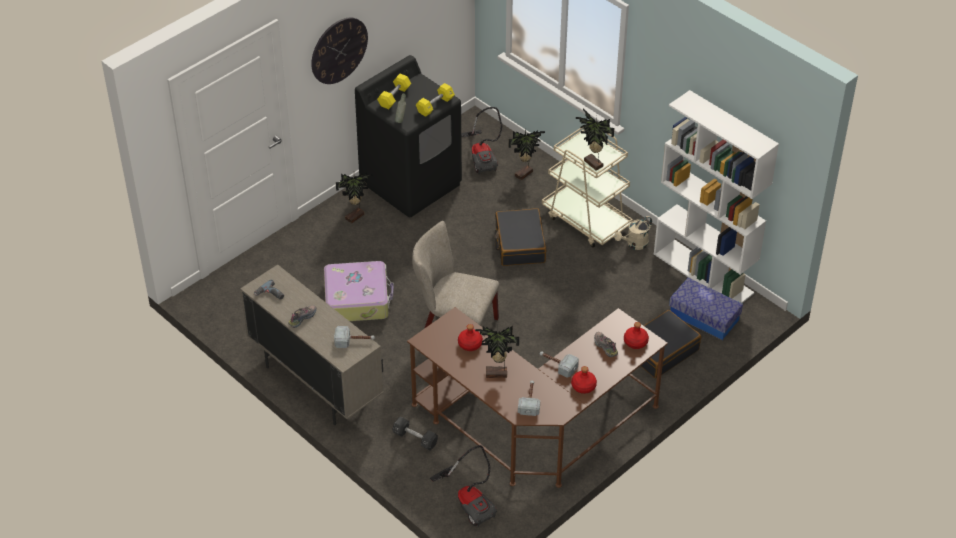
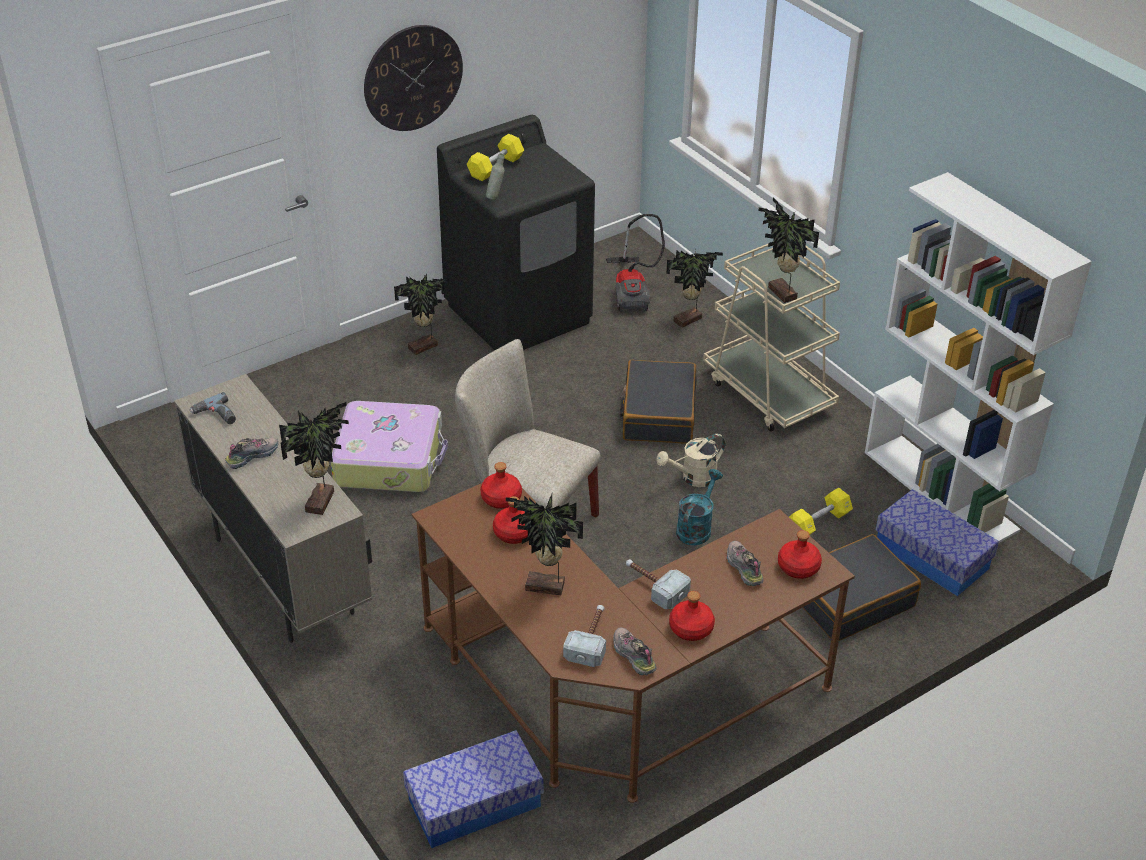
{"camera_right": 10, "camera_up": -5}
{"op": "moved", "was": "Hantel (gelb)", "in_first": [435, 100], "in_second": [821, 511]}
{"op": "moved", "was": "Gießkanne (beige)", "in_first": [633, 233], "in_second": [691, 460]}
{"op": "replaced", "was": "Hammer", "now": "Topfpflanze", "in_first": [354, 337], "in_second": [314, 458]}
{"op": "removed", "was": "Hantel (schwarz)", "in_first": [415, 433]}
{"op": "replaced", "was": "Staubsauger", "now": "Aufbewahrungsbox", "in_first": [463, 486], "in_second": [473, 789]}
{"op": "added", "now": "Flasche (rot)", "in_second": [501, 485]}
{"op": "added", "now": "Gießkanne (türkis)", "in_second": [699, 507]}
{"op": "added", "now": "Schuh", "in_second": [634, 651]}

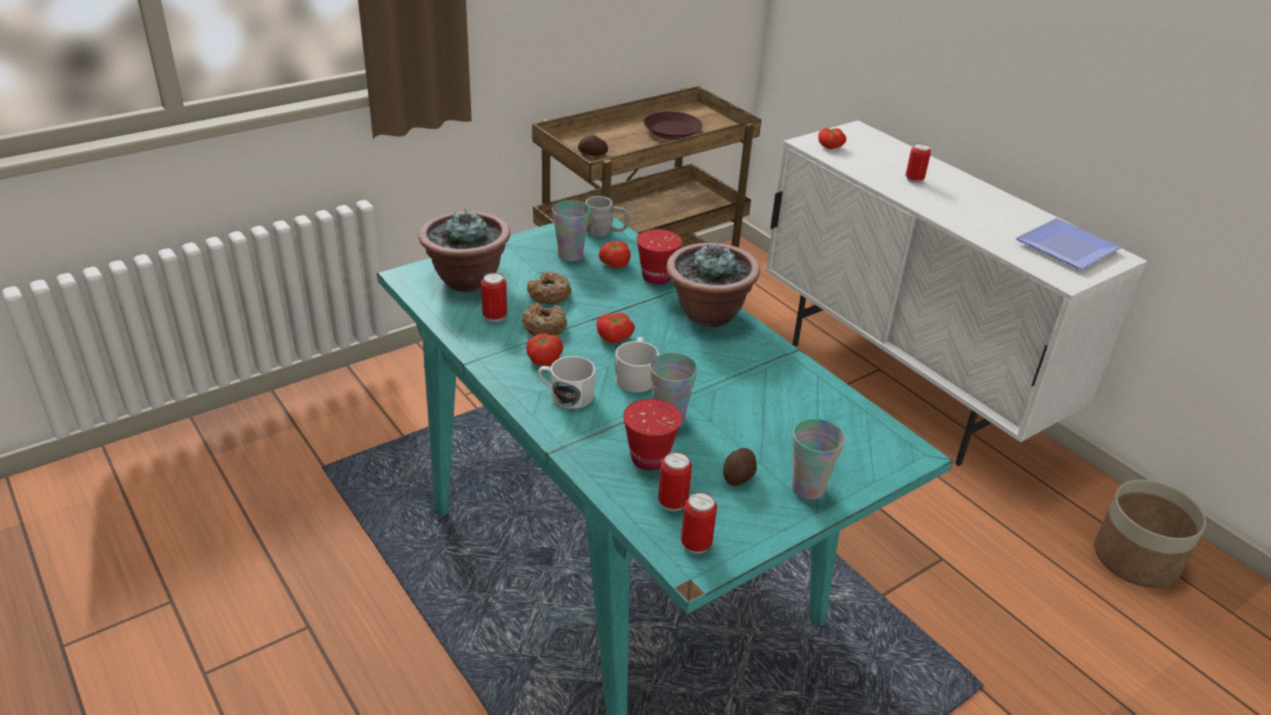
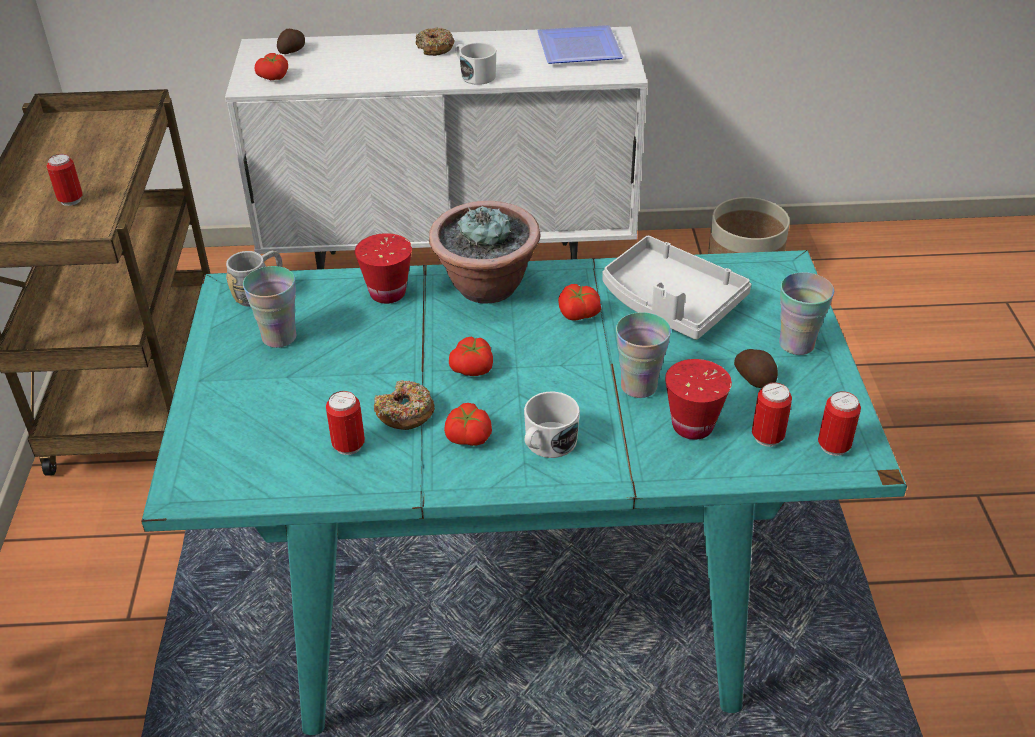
{"camera_right": -55, "camera_up": 5}
{"op": "removed", "was": "Teller (braun)", "in_first": [673, 125]}
{"op": "moved", "was": "Kartoffel", "in_first": [593, 145], "in_second": [291, 41]}
{"op": "moved", "was": "Dose", "in_first": [918, 163], "in_second": [65, 180]}
{"op": "removed", "was": "Topfpflanze", "in_first": [464, 251]}
{"op": "moved", "was": "Tomate", "in_first": [615, 254], "in_second": [579, 302]}
{"op": "moved", "was": "Donut", "in_first": [549, 288], "in_second": [435, 41]}
{"op": "moved", "was": "Henkelbecher (weiß)", "in_first": [637, 365], "in_second": [476, 64]}
{"op": "added", "now": "Tablett (grau)", "in_second": [676, 288]}

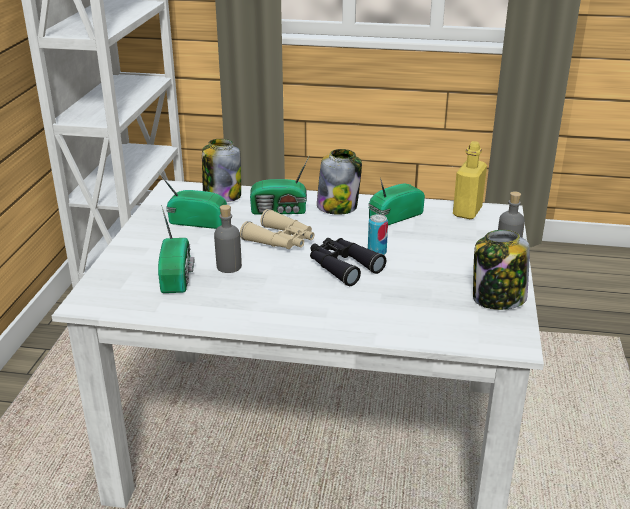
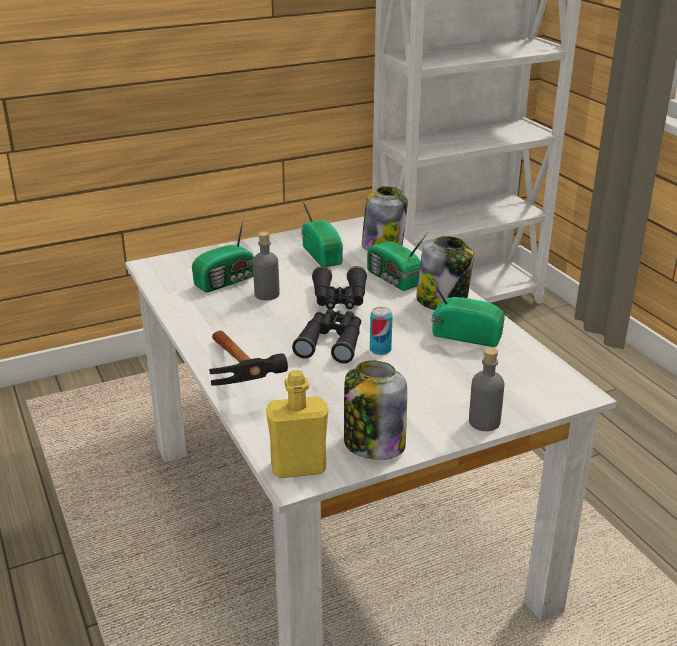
{"camera_right": 55, "camera_up": 0}
{"op": "moved", "was": "Flasche (gelb)", "in_first": [470, 180], "in_second": [297, 424]}
{"op": "recoloured", "was": "Fernglas (beige)", "now": "Fernglas (schwarz)", "in_first": [277, 229], "in_second": [339, 287]}
{"op": "added", "now": "Hammer", "in_second": [248, 358]}

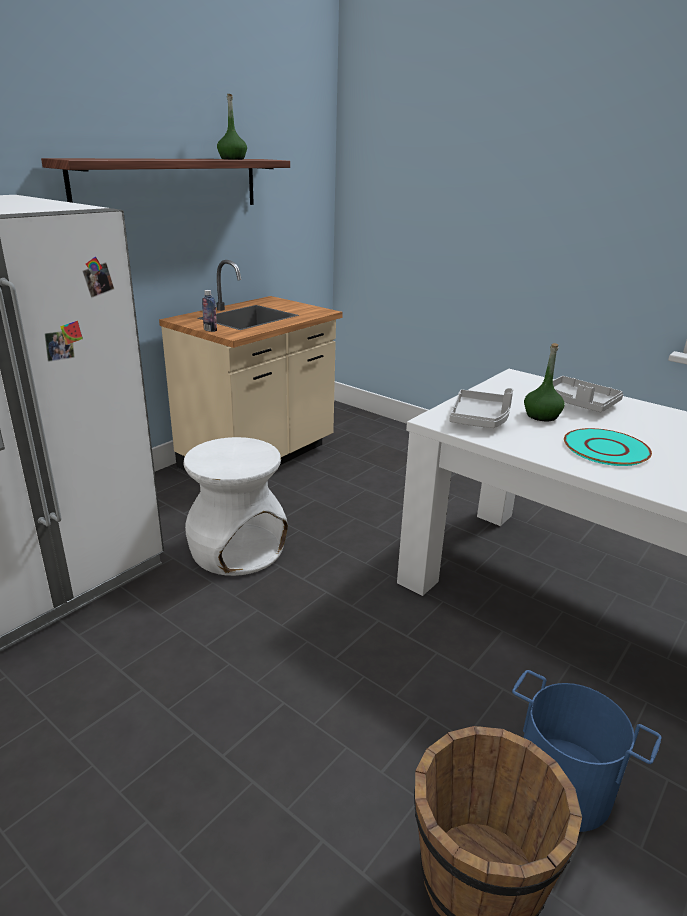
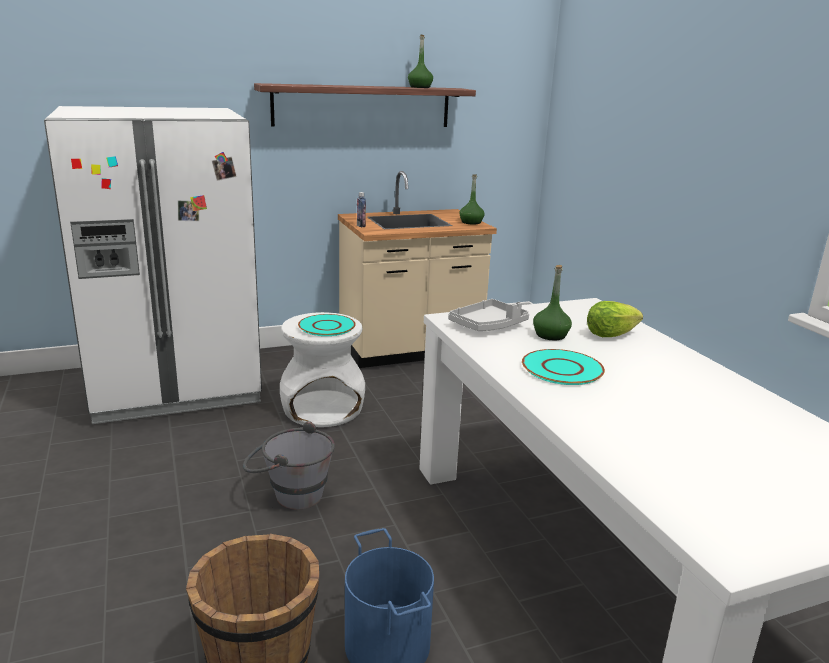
{"camera_right": 30, "camera_up": -5}
{"op": "replaced", "was": "Tablett (grau)", "now": "Salatkopf", "in_first": [588, 394], "in_second": [615, 319]}
{"op": "added", "now": "Flasche (grün)", "in_second": [472, 199]}
{"op": "added", "now": "Teller (türkis)", "in_second": [327, 325]}
{"op": "added", "now": "Eimer (grau)", "in_second": [289, 465]}

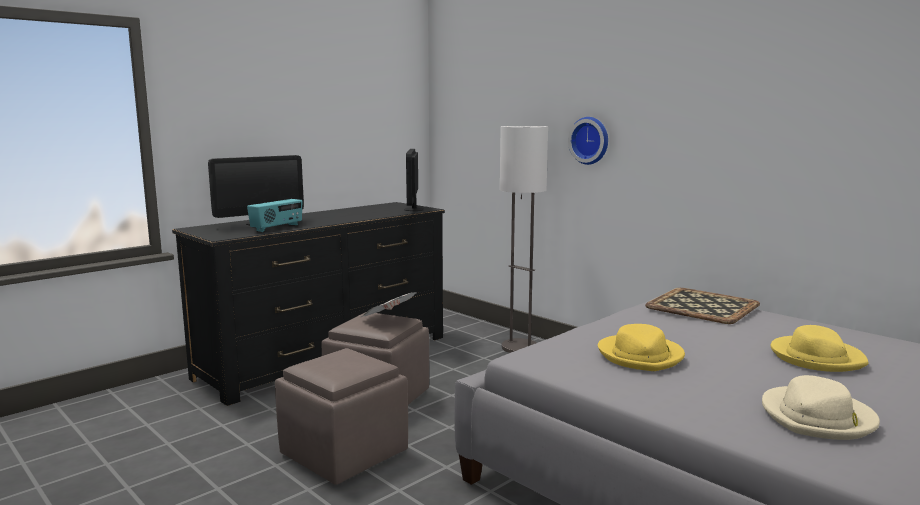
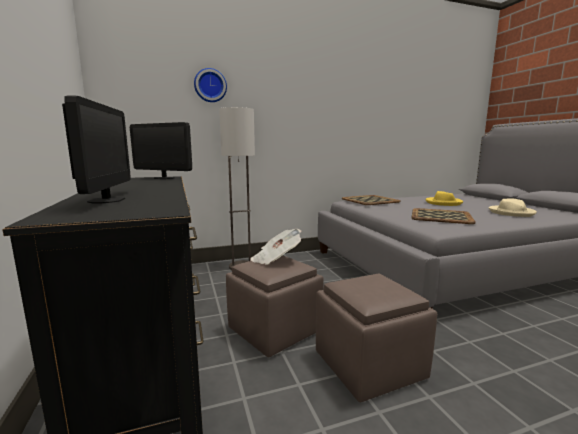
{"camera_right": -65, "camera_up": 0}
{"op": "moved", "was": "Wanduhr", "in_first": [588, 141], "in_second": [210, 85]}
{"op": "removed", "was": "Radio", "in_first": [274, 215]}
{"op": "replaced", "was": "Hut (gelb)", "now": "Tablett", "in_first": [641, 347], "in_second": [443, 216]}

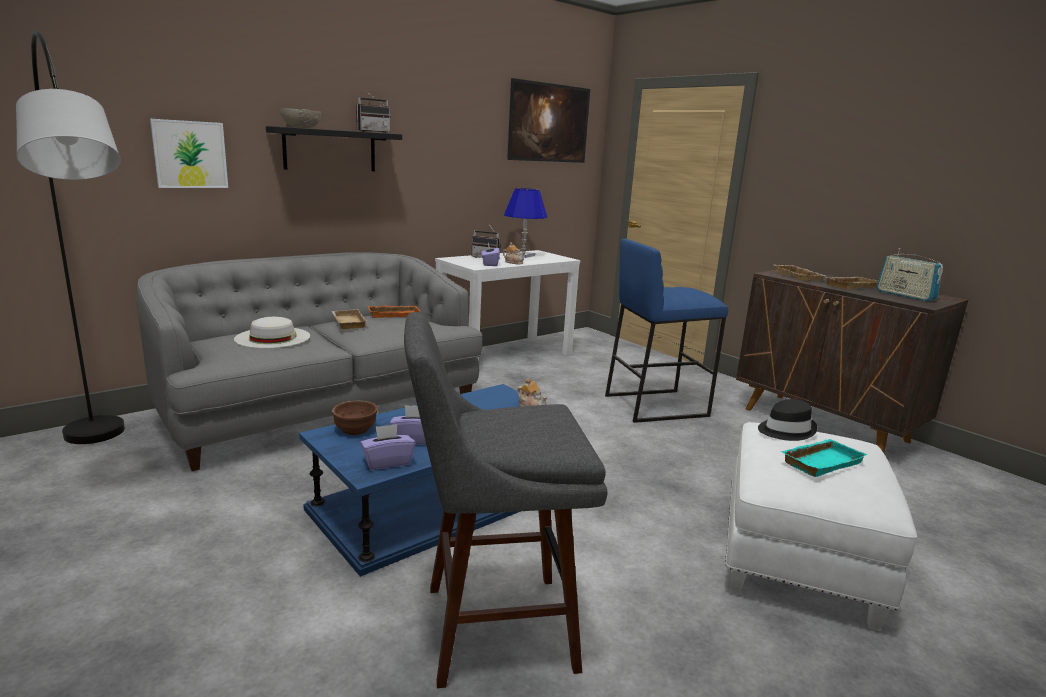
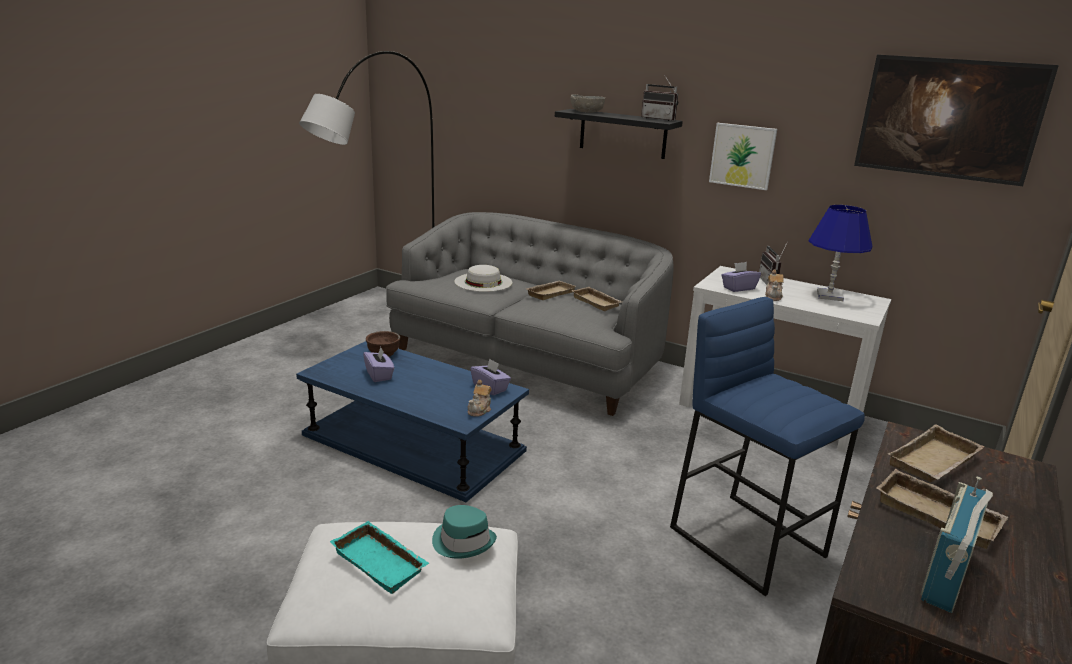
{"camera_right": 70, "camera_up": 5}
{"op": "moved", "was": "Bild", "in_first": [189, 153], "in_second": [743, 156]}
{"op": "recoloured", "was": "Tablett (orange)", "now": "Tablett (beige)", "in_first": [394, 312], "in_second": [596, 299]}
{"op": "removed", "was": "Hocker (grau)", "in_first": [506, 500]}
{"op": "recoloured", "was": "Hut (schwarz)", "now": "Hut (türkis)", "in_first": [788, 420], "in_second": [464, 532]}
{"op": "moved", "was": "Taschentuchbox (lila)", "in_first": [387, 447], "in_second": [491, 376]}

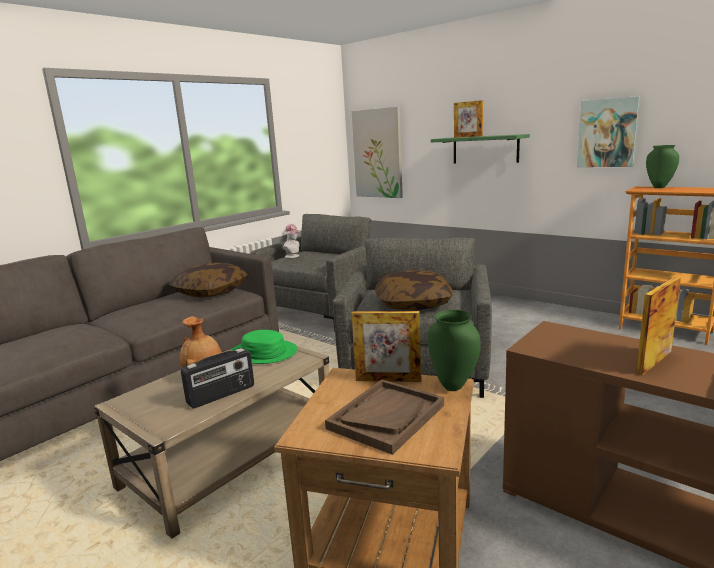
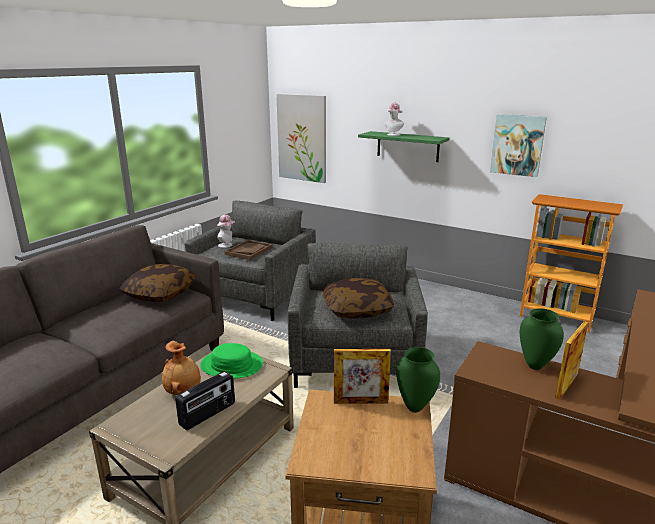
{"camera_right": -10, "camera_up": 5}
{"op": "replaced", "was": "Bilderrahmen", "now": "Hut", "in_first": [468, 119], "in_second": [394, 119]}
{"op": "moved", "was": "Vase (grün)", "in_first": [662, 166], "in_second": [542, 339]}
{"op": "moved", "was": "Tablett (braun)", "in_first": [384, 417], "in_second": [248, 250]}

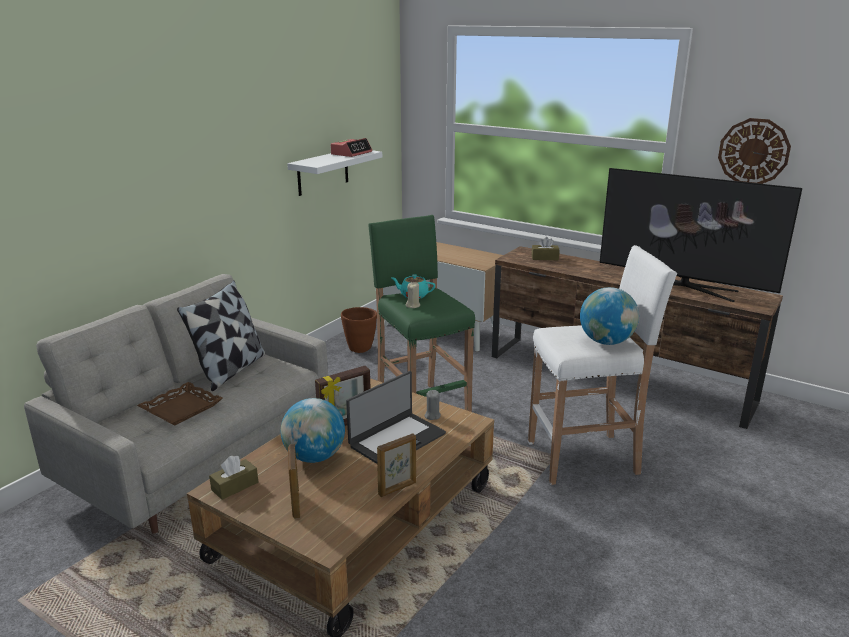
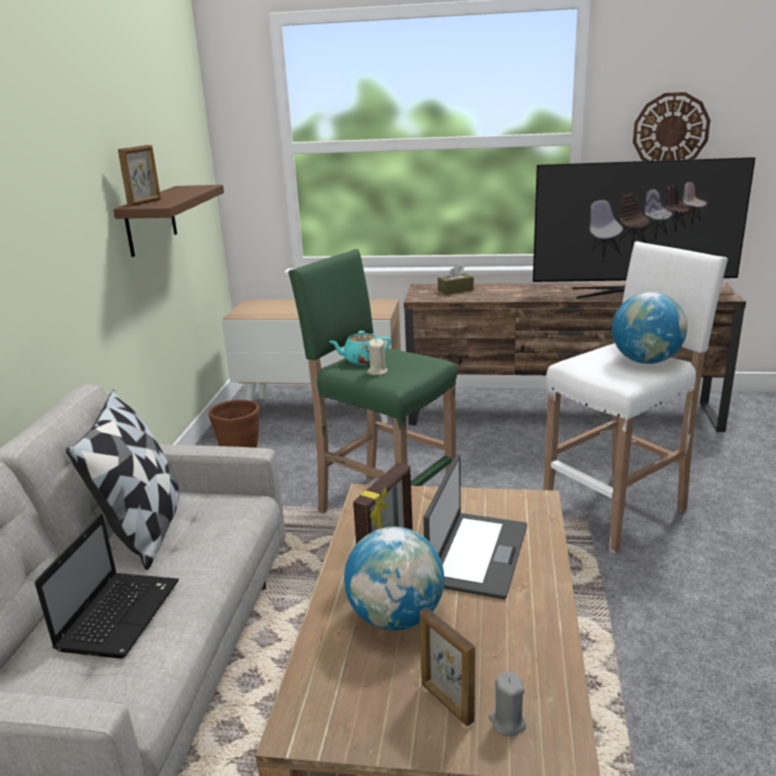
{"camera_right": -25, "camera_up": 0}
{"op": "removed", "was": "Wecker", "in_first": [351, 147]}
{"op": "recoloured", "was": "Wandregal (weiß)", "now": "Wandregal (braun)", "in_first": [334, 173], "in_second": [168, 221]}
{"op": "replaced", "was": "Tablett (braun)", "now": "Laptop", "in_first": [180, 403], "in_second": [107, 586]}
{"op": "moved", "was": "Kerze (grau)", "in_first": [433, 405], "in_second": [507, 704]}
{"op": "moved", "was": "Bilderrahmen", "in_first": [396, 465], "in_second": [139, 175]}
{"op": "removed", "was": "Taschentuchbox (braun)", "in_first": [233, 477]}

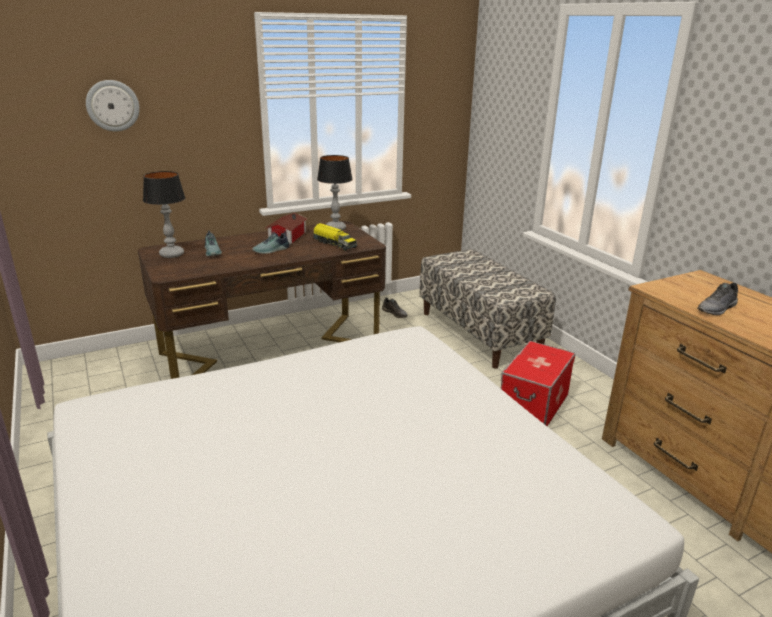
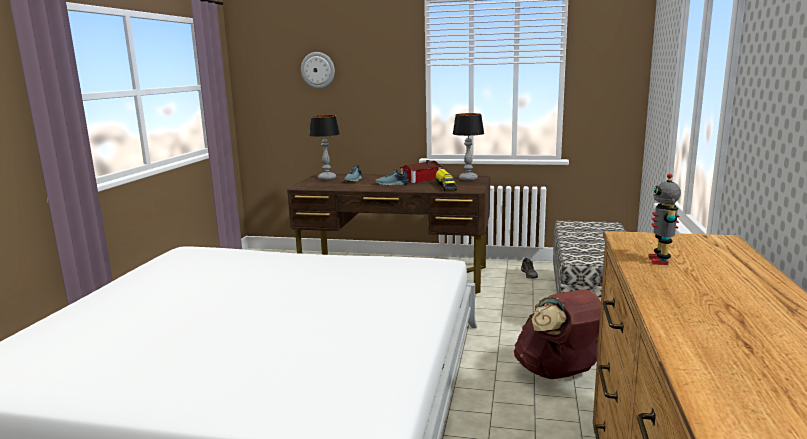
{"camera_right": 40, "camera_up": -10}
{"op": "replaced", "was": "Schuh (grau)", "now": "Spielzeugroboter", "in_first": [717, 299], "in_second": [664, 219]}
{"op": "replaced", "was": "Aufbewahrungsbox", "now": "Rucksack (braun)", "in_first": [538, 383], "in_second": [557, 334]}

